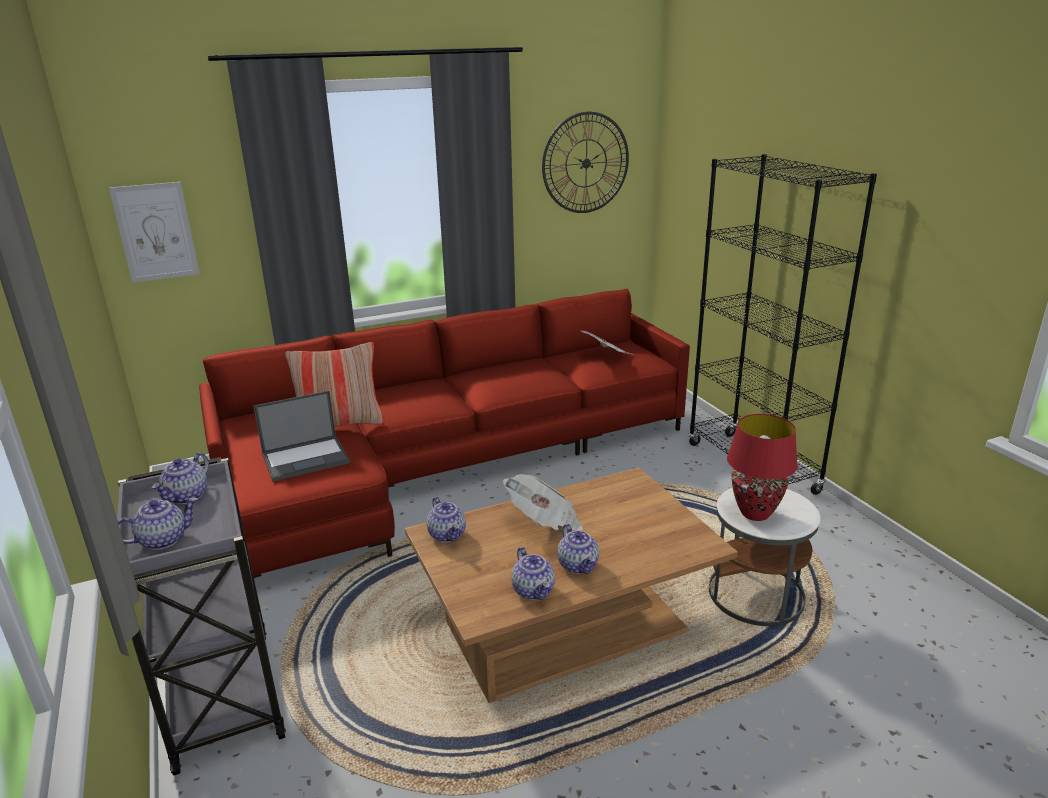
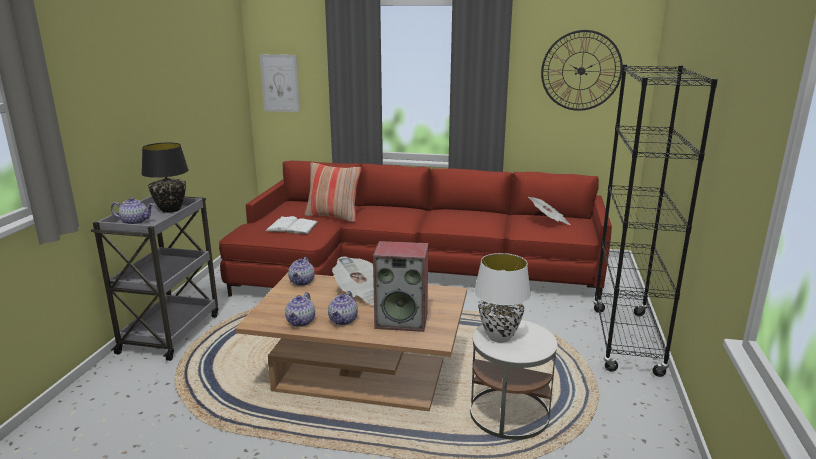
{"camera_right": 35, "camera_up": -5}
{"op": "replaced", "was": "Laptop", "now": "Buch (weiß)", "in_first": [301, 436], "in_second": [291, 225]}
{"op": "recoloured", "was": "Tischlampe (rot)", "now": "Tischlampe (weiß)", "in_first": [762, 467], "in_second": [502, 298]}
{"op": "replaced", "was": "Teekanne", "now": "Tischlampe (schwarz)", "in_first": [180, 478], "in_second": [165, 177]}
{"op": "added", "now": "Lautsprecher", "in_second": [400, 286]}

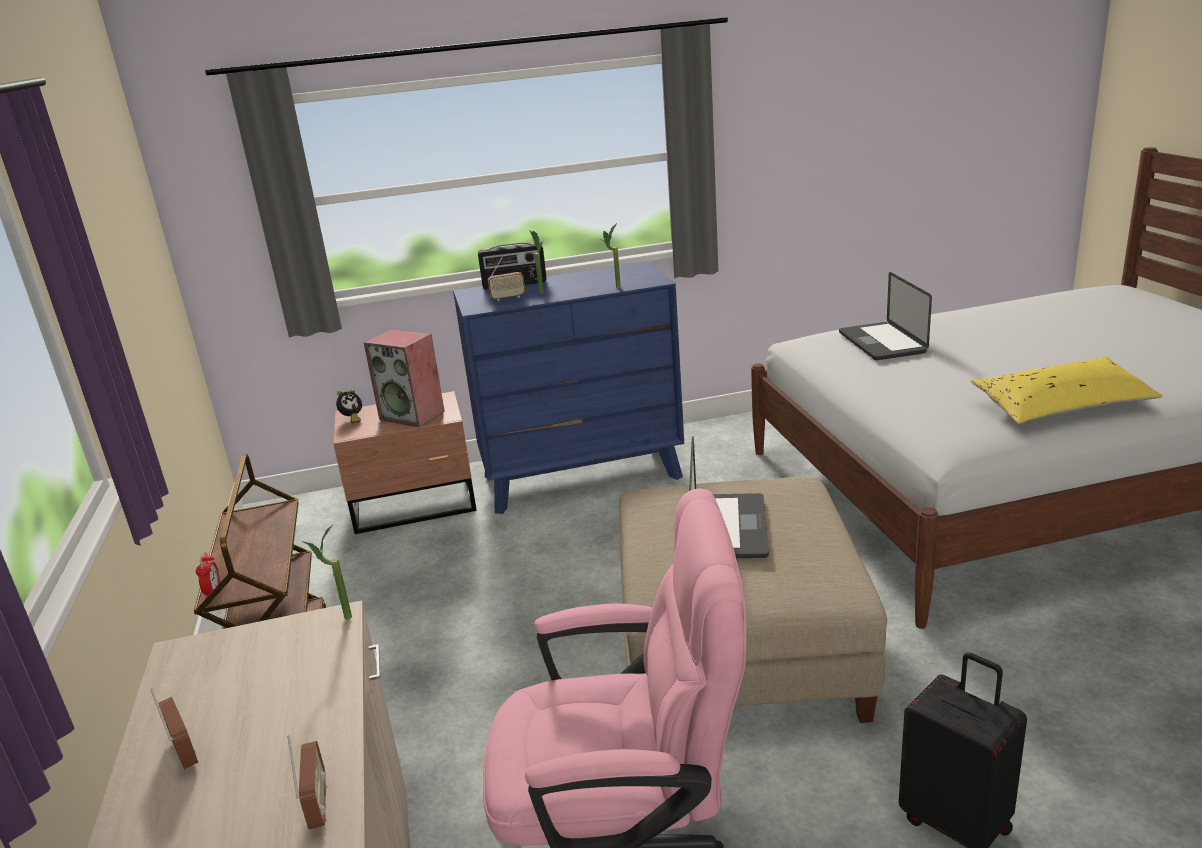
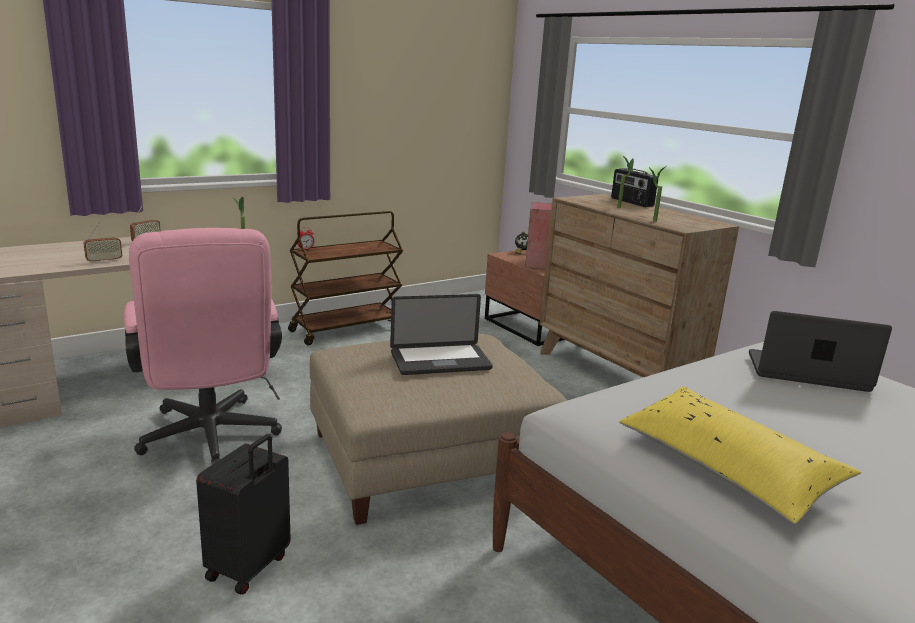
{"camera_right": 65, "camera_up": -5}
{"op": "removed", "was": "Radio", "in_first": [506, 278]}
{"op": "recoloured", "was": "Kommode (blau)", "now": "Kommode (braun)", "in_first": [568, 387], "in_second": [639, 285]}
{"op": "turned", "was": "Laptop", "in_first": [885, 316], "in_second": [820, 351], "clockwise": 45}

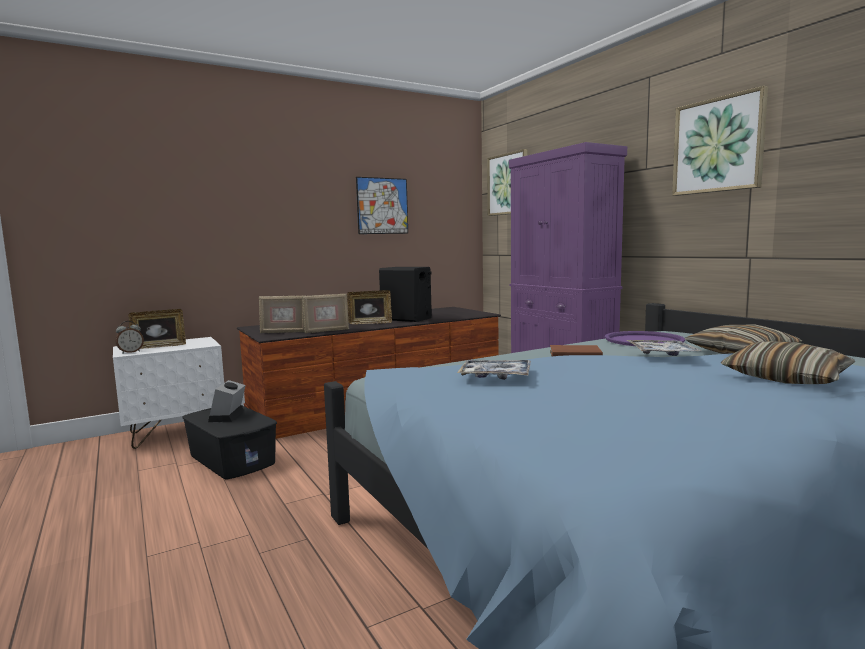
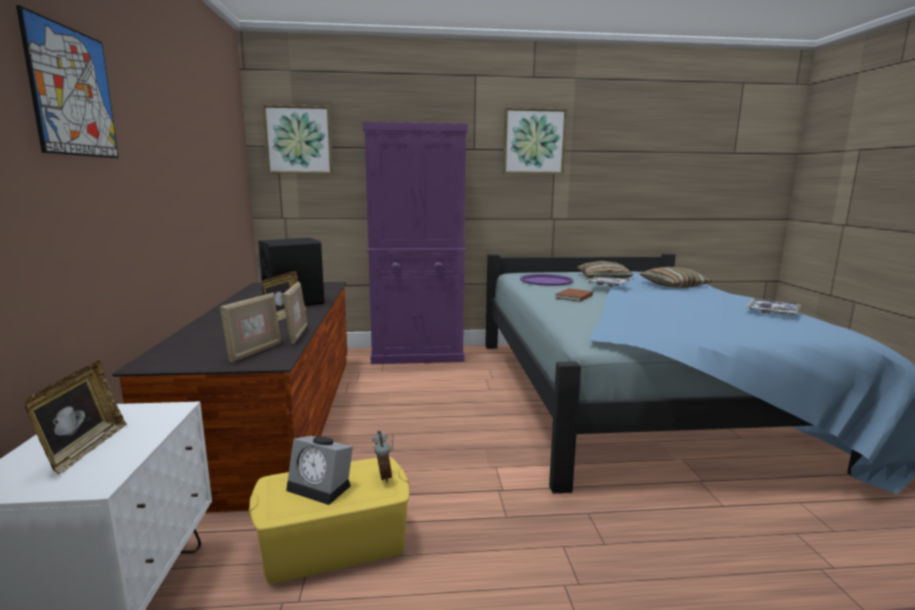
{"camera_right": -65, "camera_up": 5}
{"op": "moved", "was": "Bild", "in_first": [382, 205], "in_second": [67, 81]}
{"op": "moved", "was": "Wecker", "in_first": [129, 337], "in_second": [382, 457]}
{"op": "moved", "was": "Tablett", "in_first": [494, 370], "in_second": [773, 306]}
{"op": "recoloured", "was": "Aufbewahrungsbox (schwarz)", "now": "Aufbewahrungsbox (gelb)", "in_first": [229, 443], "in_second": [329, 520]}

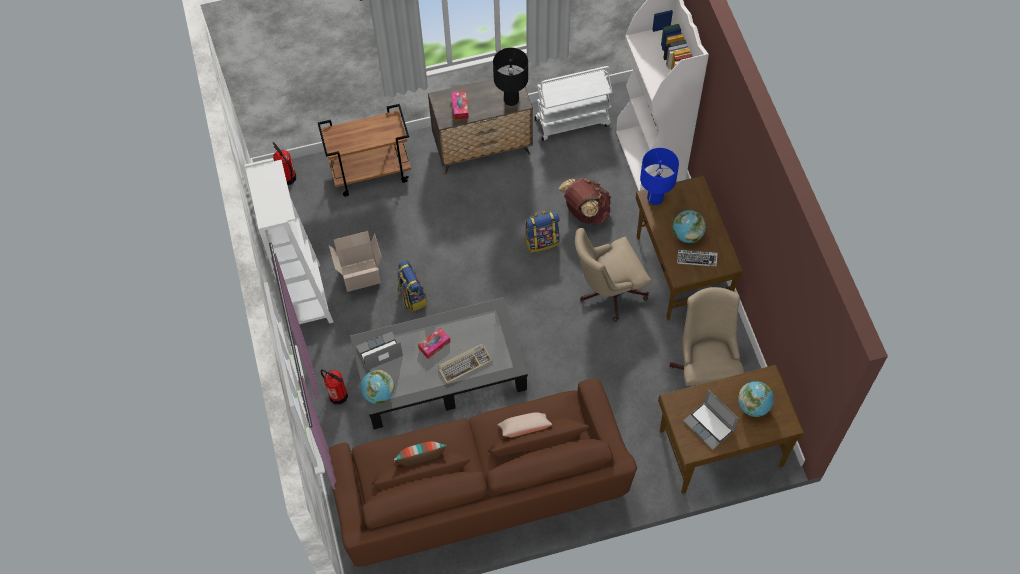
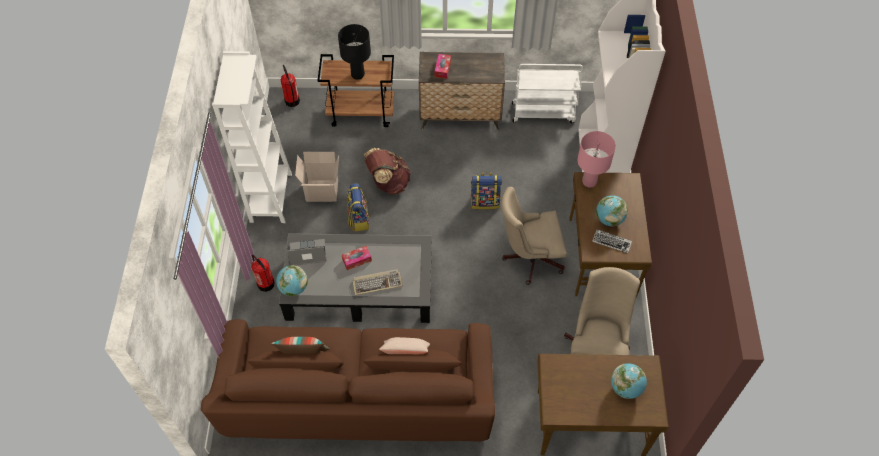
{"camera_right": 15, "camera_up": -5}
{"op": "moved", "was": "Tischlampe (schwarz)", "in_first": [510, 77], "in_second": [354, 52]}
{"op": "recoloured", "was": "Tischlampe (blau)", "now": "Tischlampe (rosa)", "in_first": [659, 176], "in_second": [596, 159]}
{"op": "moved", "was": "Rucksack (braun)", "in_first": [585, 201], "in_second": [387, 171]}
{"op": "removed", "was": "Laptop", "in_first": [711, 419]}

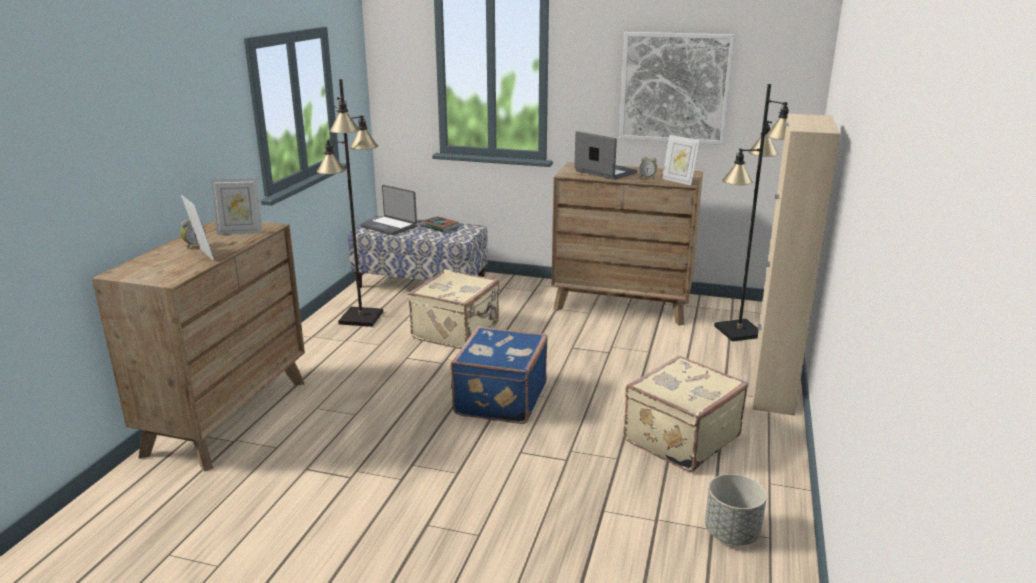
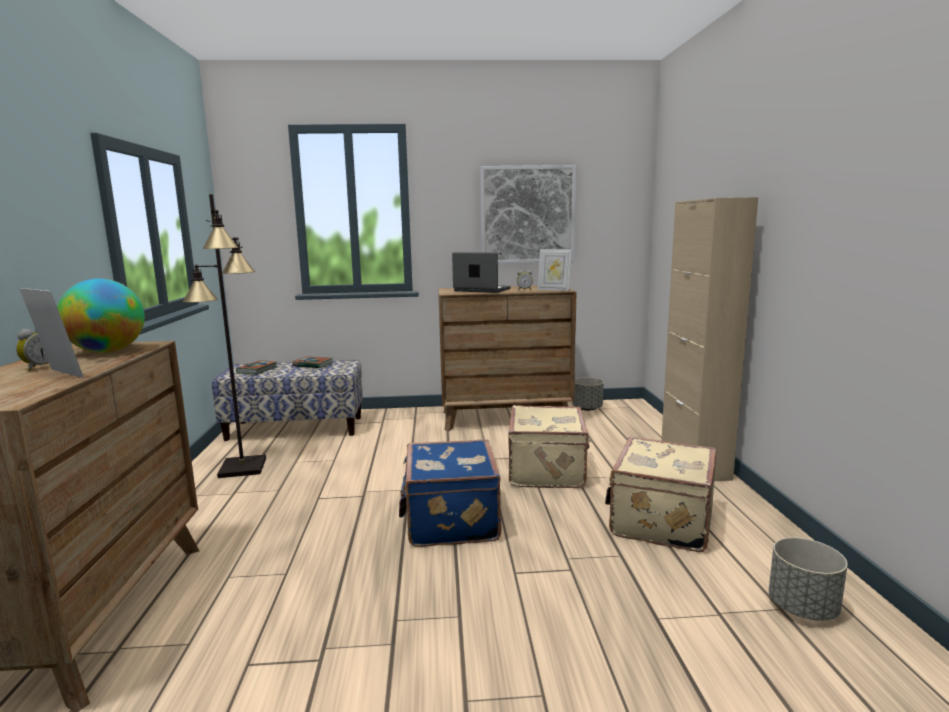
{"camera_right": -20, "camera_up": -10}
{"op": "removed", "was": "Stehlampe (schwarz)", "in_first": [751, 212]}
{"op": "replaced", "was": "Bilderrahmen", "now": "Globus", "in_first": [236, 206], "in_second": [101, 316]}
{"op": "replaced", "was": "Laptop", "now": "Buch", "in_first": [389, 210], "in_second": [256, 367]}
{"op": "moved", "was": "Koffer (beige)", "in_first": [453, 309], "in_second": [549, 446]}
{"op": "added", "now": "Pflanzkübel (grau)", "in_second": [588, 394]}

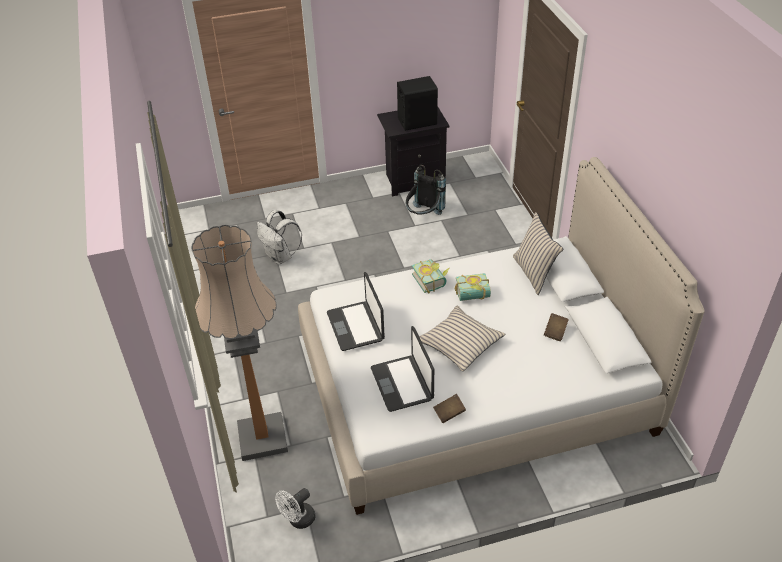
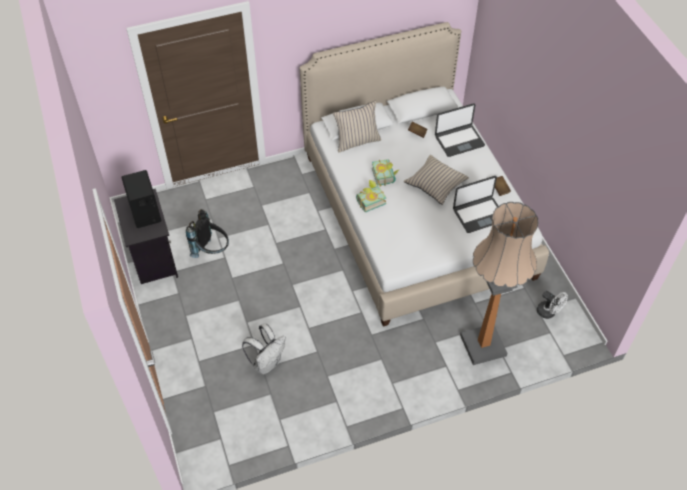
{"camera_right": -95, "camera_up": 10}
{"op": "moved", "was": "Laptop", "in_first": [356, 311], "in_second": [460, 130]}

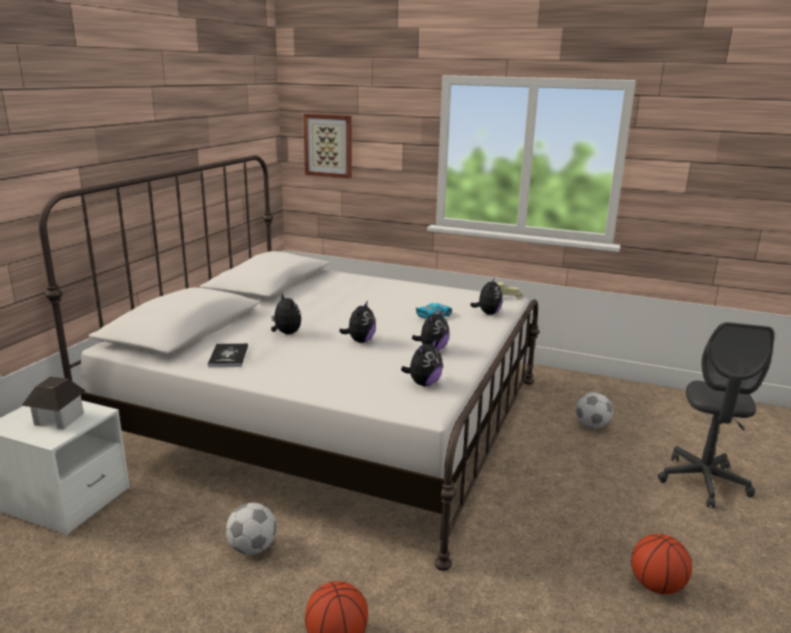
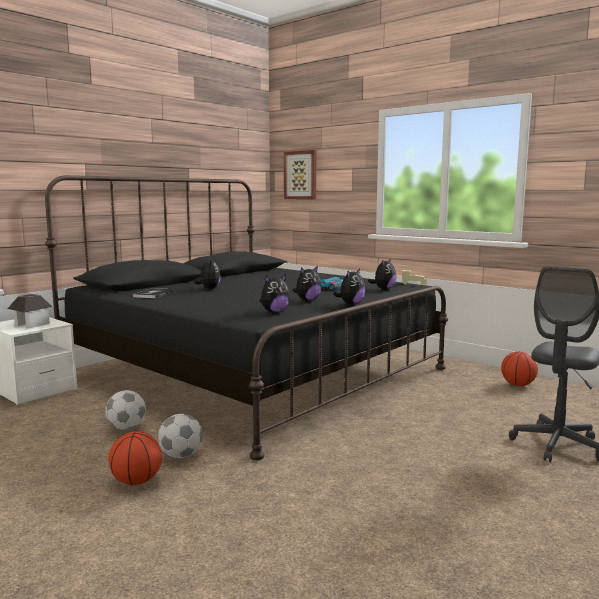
{"camera_right": 20, "camera_up": -10}
{"op": "recoloured", "was": "Bett (weiß)", "now": "Bett (schwarz)", "in_first": [289, 363], "in_second": [246, 317]}
{"op": "moved", "was": "Plüschtier", "in_first": [357, 321], "in_second": [349, 286]}
{"op": "moved", "was": "Fußball", "in_first": [594, 410], "in_second": [180, 436]}
{"op": "moved", "was": "Basketball", "in_first": [661, 564], "in_second": [519, 368]}

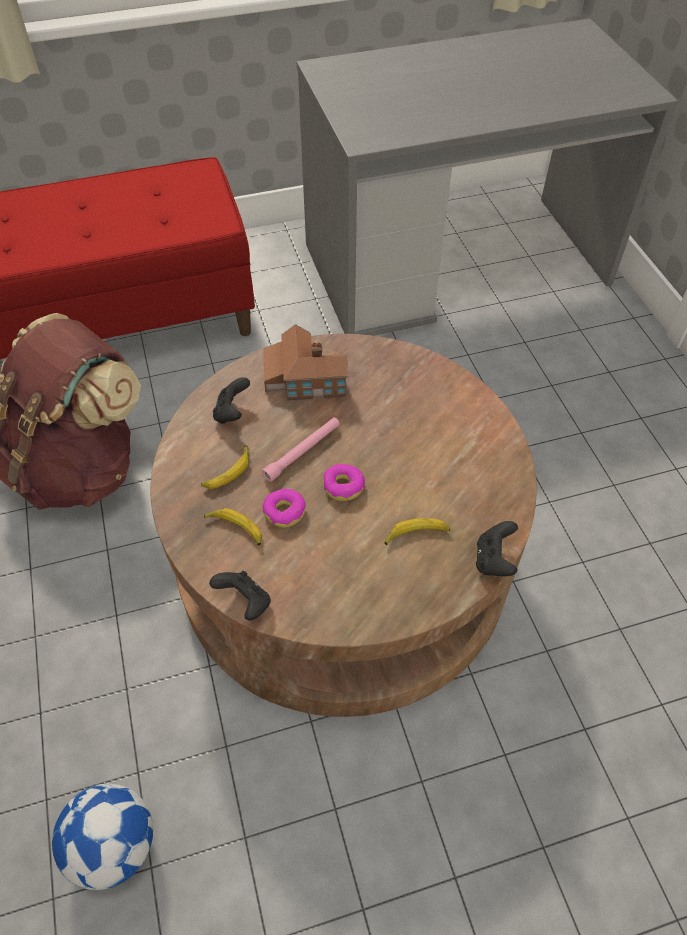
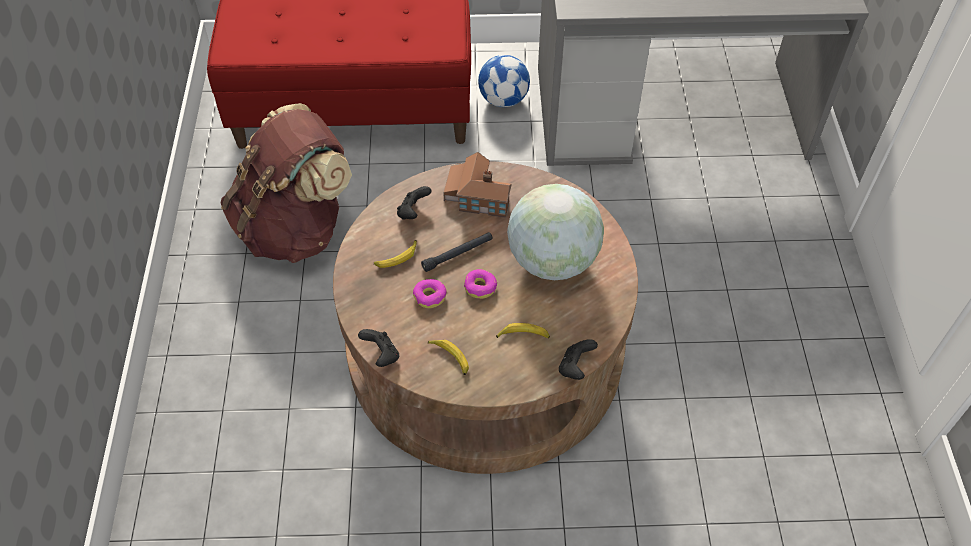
{"camera_right": 15, "camera_up": 0}
{"op": "recoloured", "was": "Taschenlampe (rosa)", "now": "Taschenlampe (schwarz)", "in_first": [301, 449], "in_second": [457, 252]}
{"op": "moved", "was": "Banane", "in_first": [233, 526], "in_second": [448, 357]}
{"op": "moved", "was": "Fußball", "in_first": [102, 837], "in_second": [504, 81]}
{"op": "added", "now": "Globus", "in_second": [555, 232]}

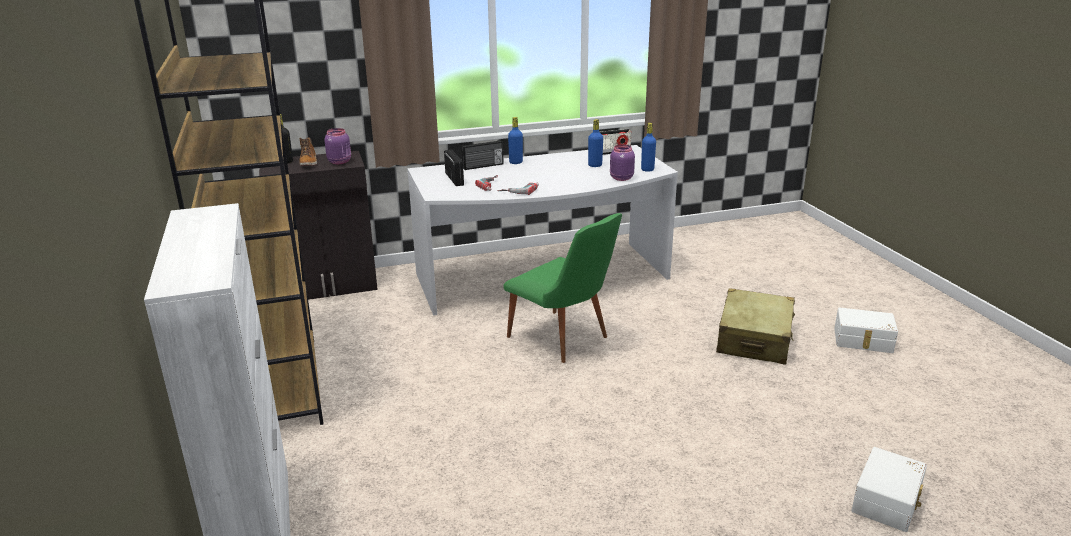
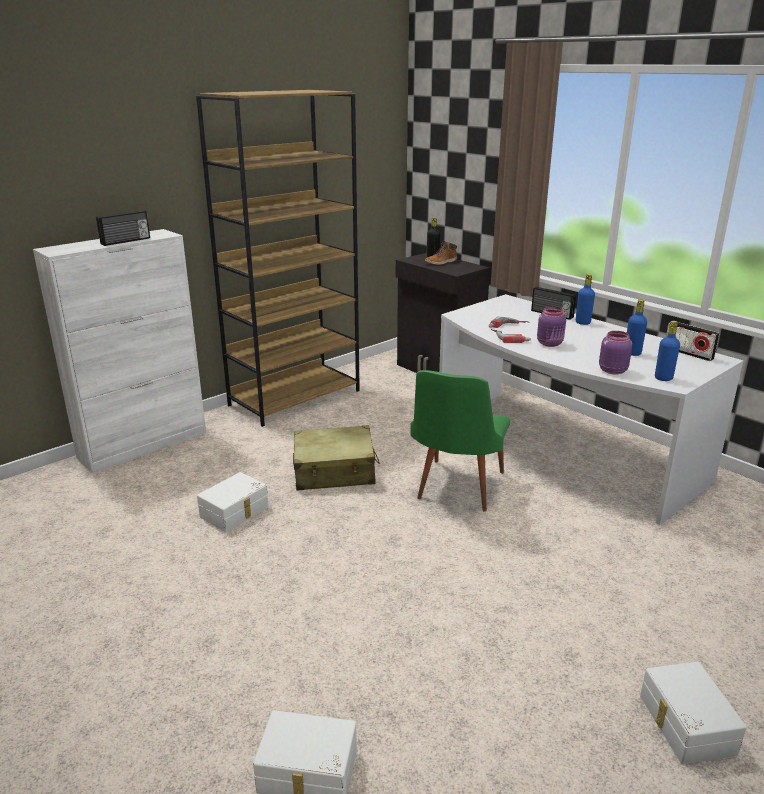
{"camera_right": 65, "camera_up": 0}
{"op": "moved", "was": "Vorratsglas (lila)", "in_first": [337, 146], "in_second": [551, 327]}
{"op": "moved", "was": "Radio", "in_first": [454, 168], "in_second": [123, 228]}
{"op": "moved", "was": "Koffer (beige)", "in_first": [755, 326], "in_second": [336, 457]}
{"op": "added", "now": "Aufbewahrungsbox (weiß)", "in_second": [233, 502]}

